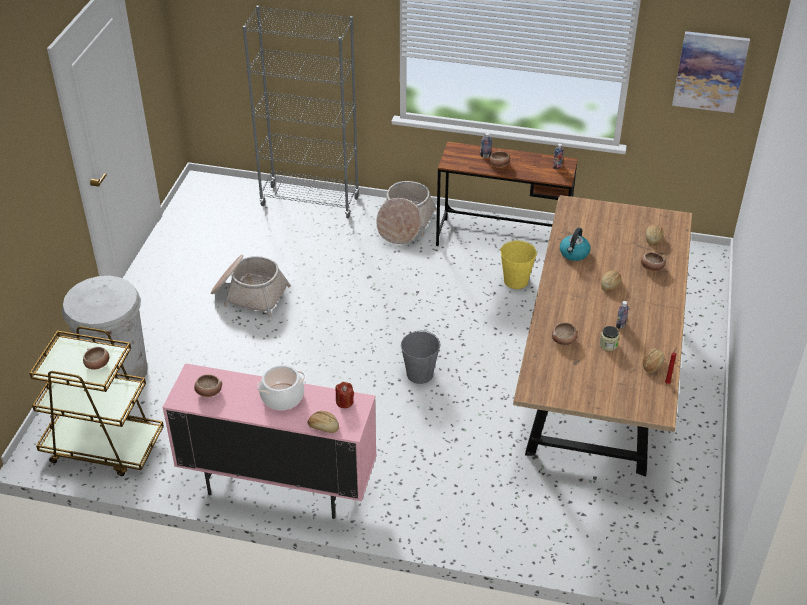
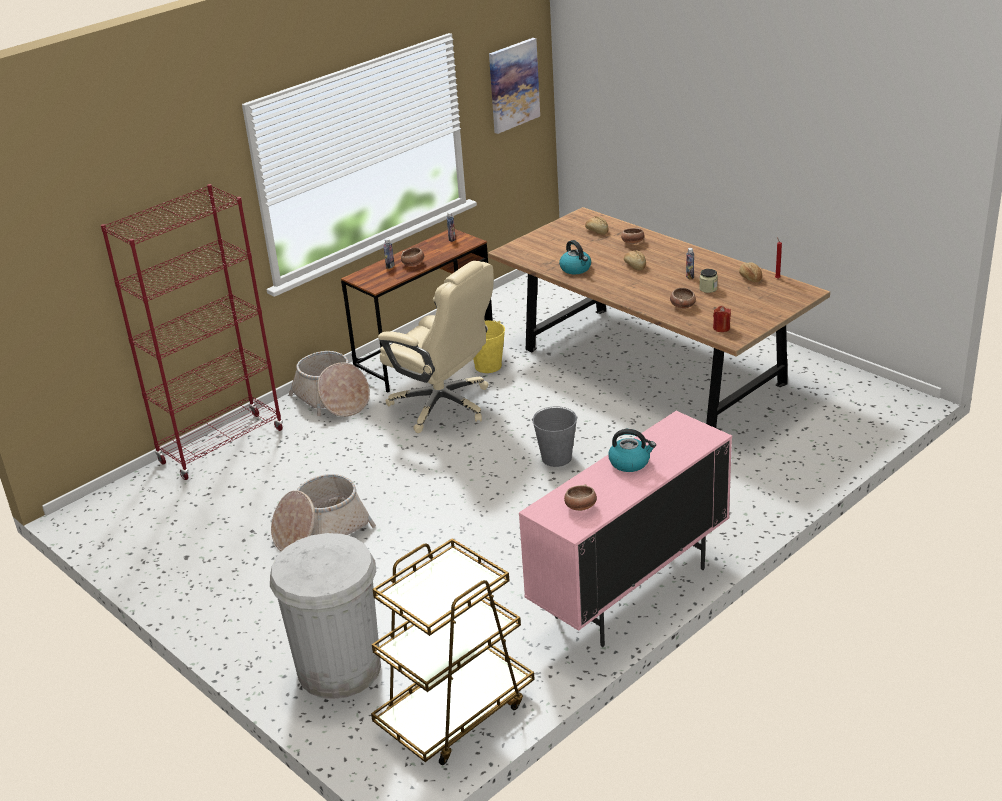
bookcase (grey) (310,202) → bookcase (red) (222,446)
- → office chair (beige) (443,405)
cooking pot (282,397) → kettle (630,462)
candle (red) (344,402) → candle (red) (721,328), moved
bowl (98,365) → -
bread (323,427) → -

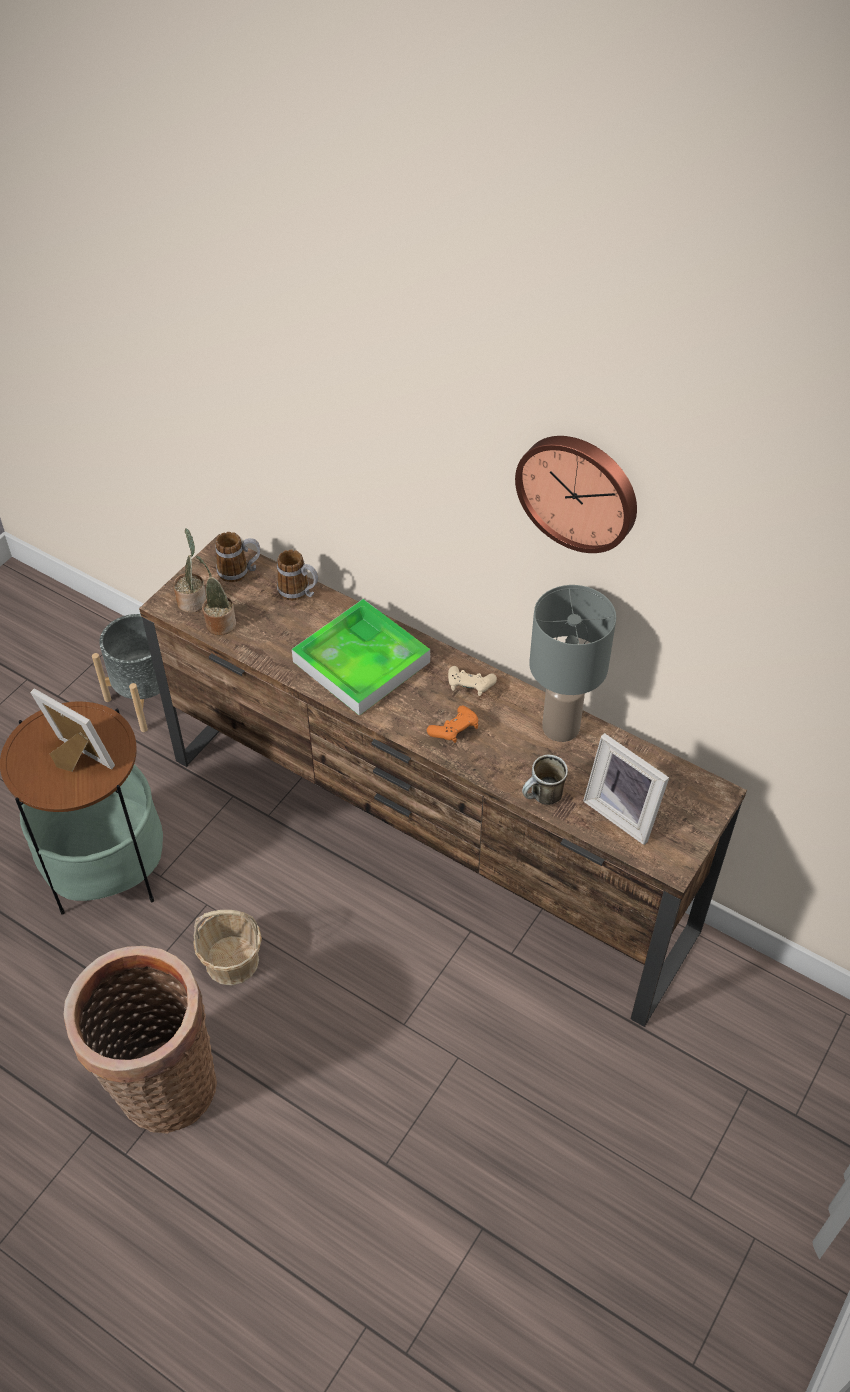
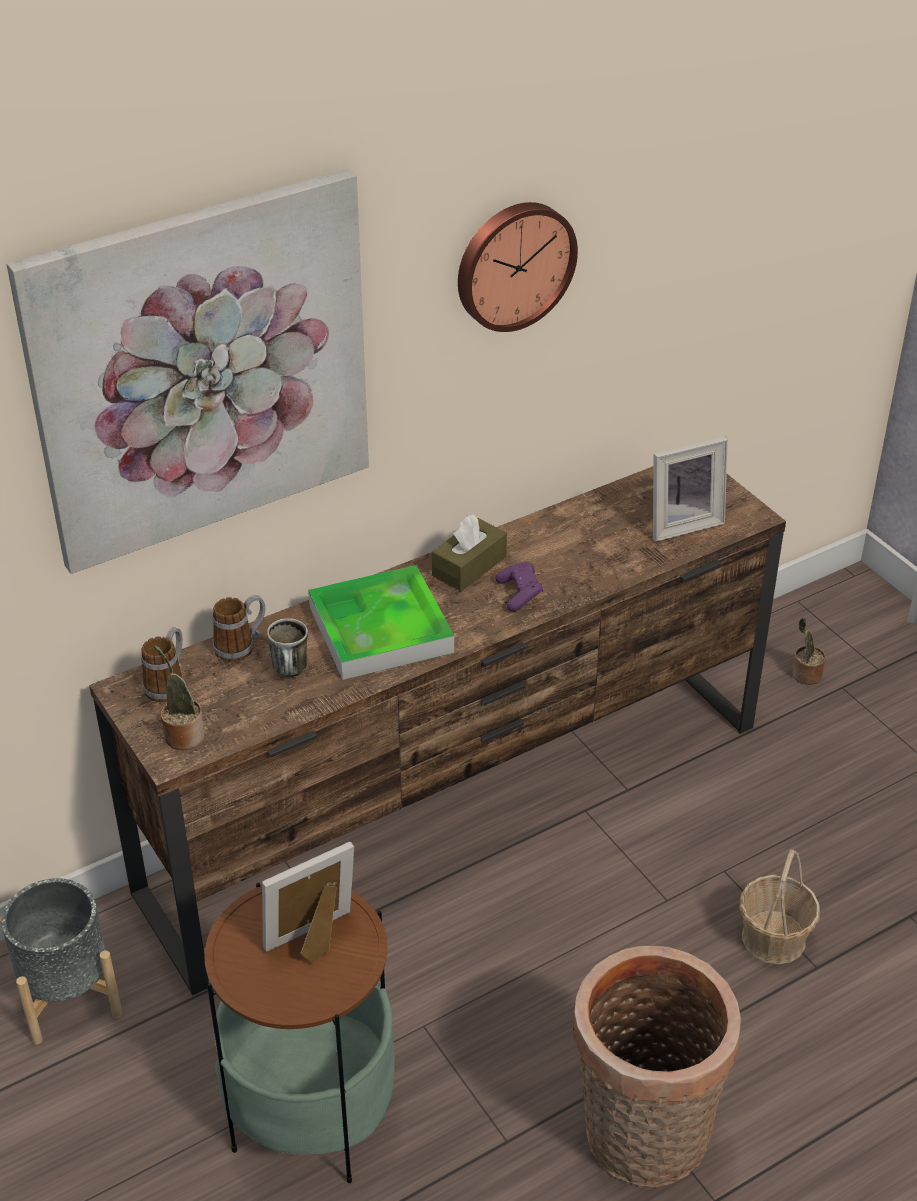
- → picture (202,371)
mug (542,798) → mug (292,672), moved
game controller (beige) (469,687) → tissue box (brown) (469,566)
game controller (orange) (454,731) → game controller (purple) (519,594)
basket (231,960) → basket (773,938), moved
potted plant (219,623) → potted plant (805,675), moved
table lamp (grey) (560,728) → -

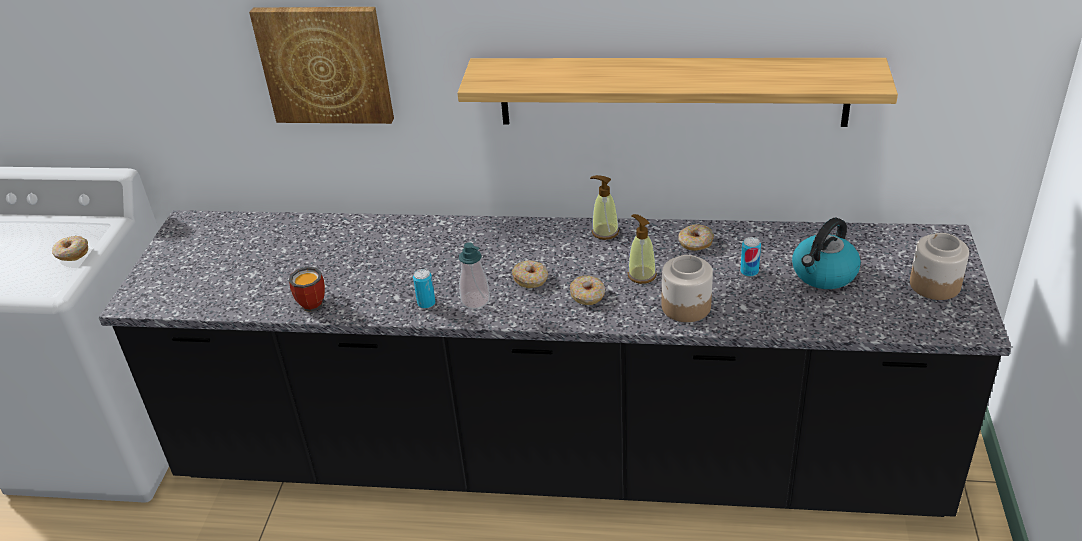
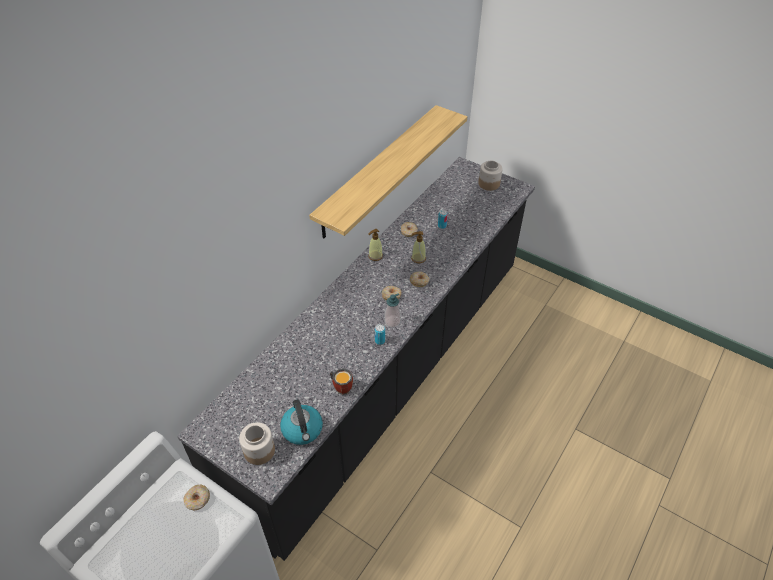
jar (686,307) → jar (260,450), moved
kettle (823,274) → kettle (303,430), moved
picture (325,64) → -

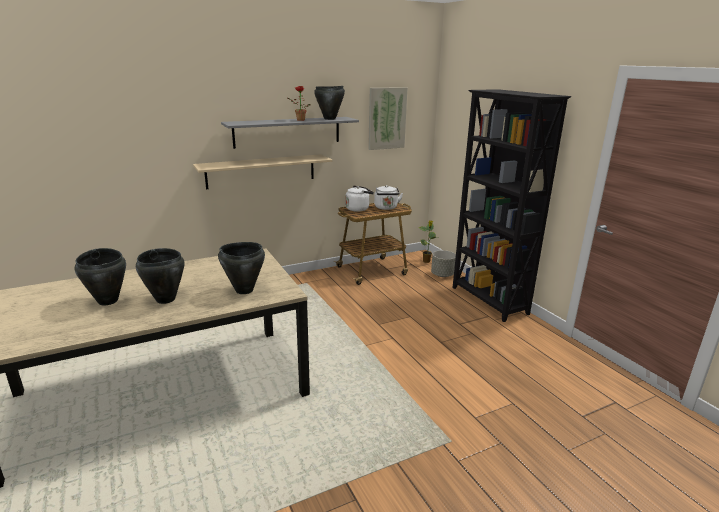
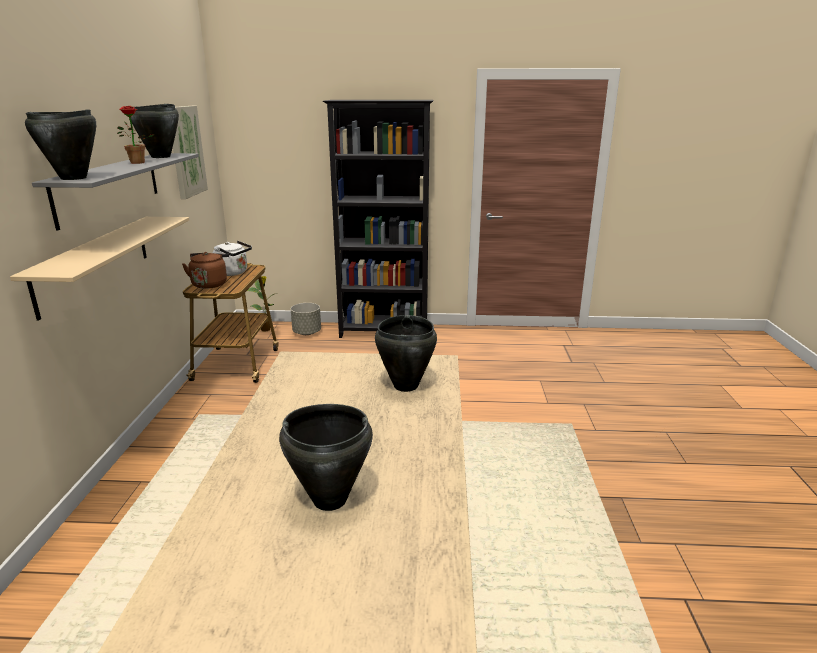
cooking pot (black) (165,299) → cooking pot (black) (74,178), moved
kettle (white) (358,209) → kettle (brown) (210,284)

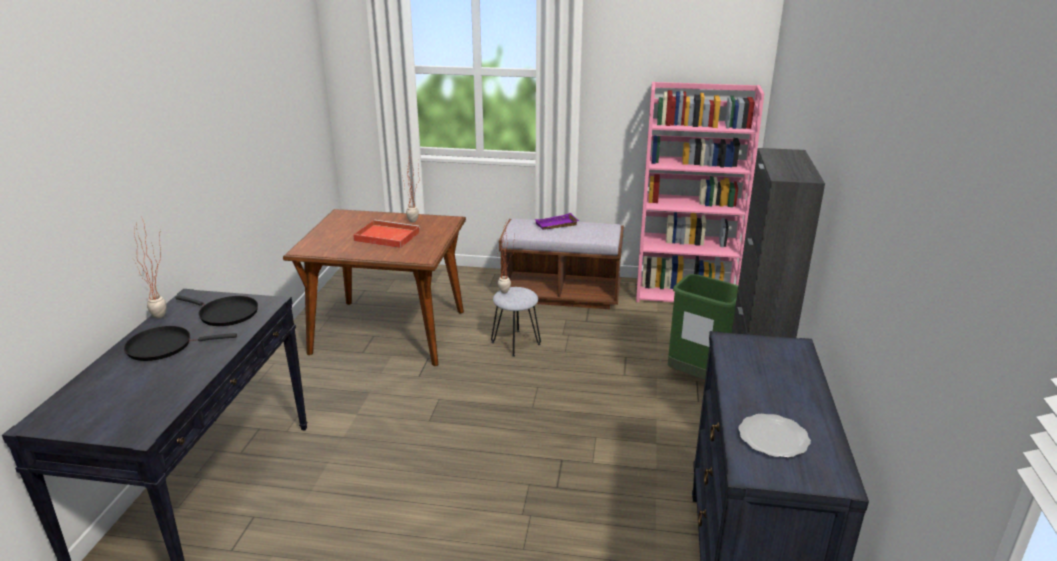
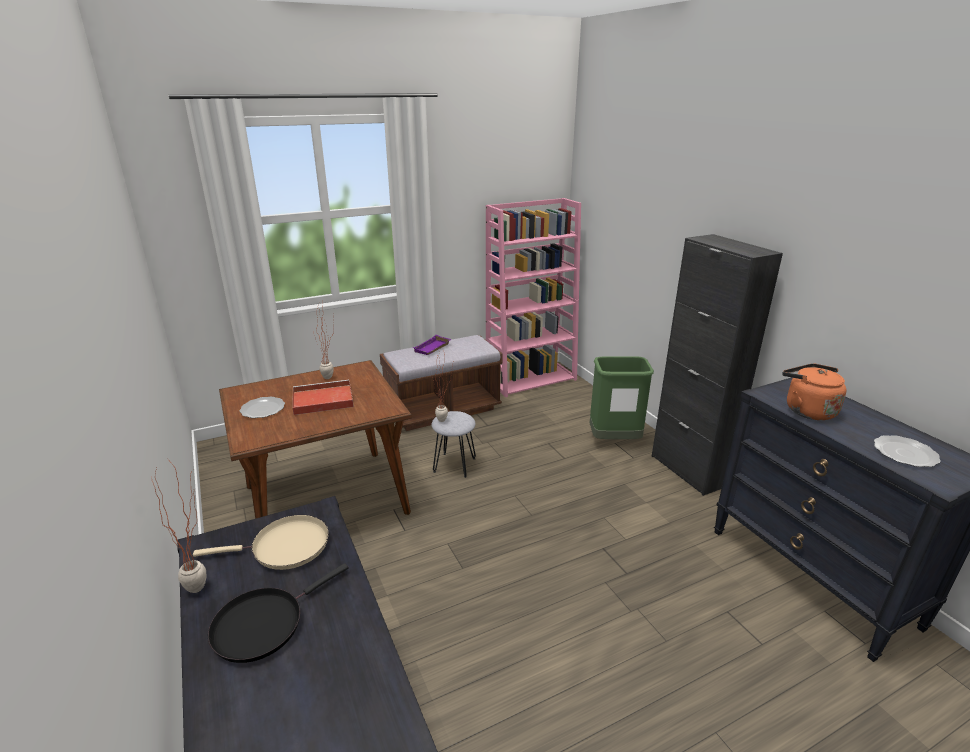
frying pan (black) (225,314) → frying pan (beige) (285,547)
- → plate (263,409)
- → kettle (orange) (806,410)

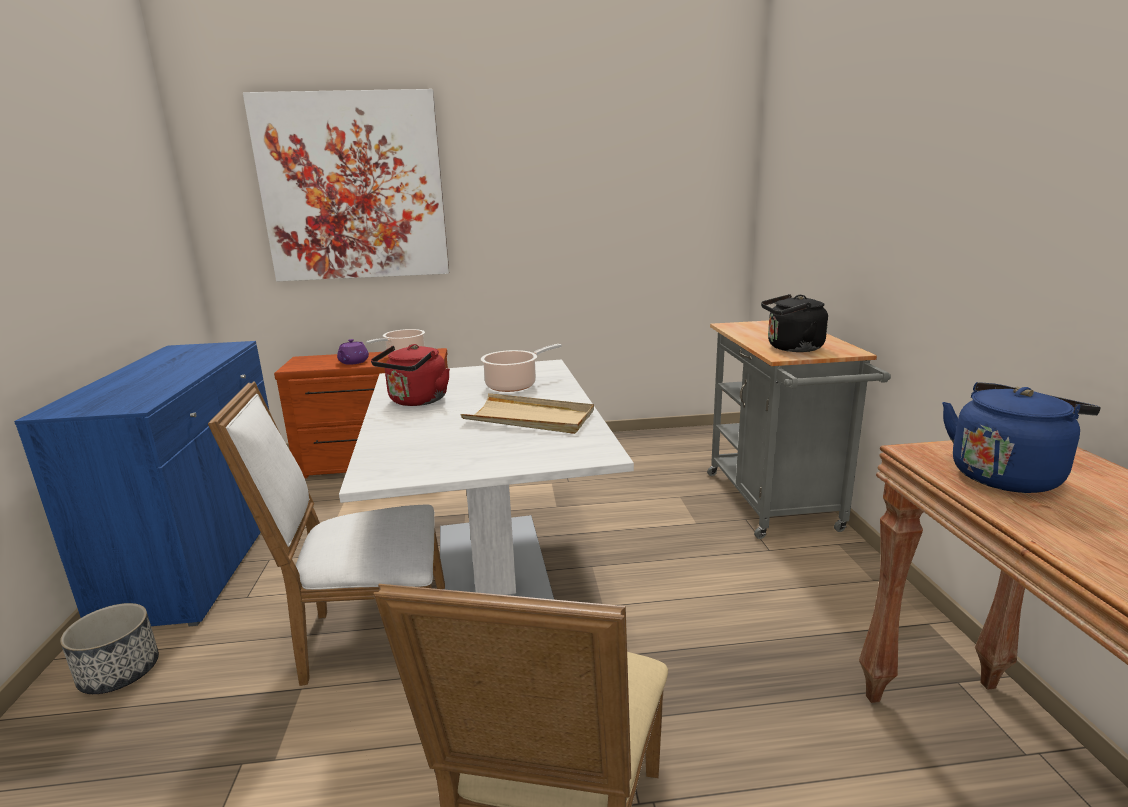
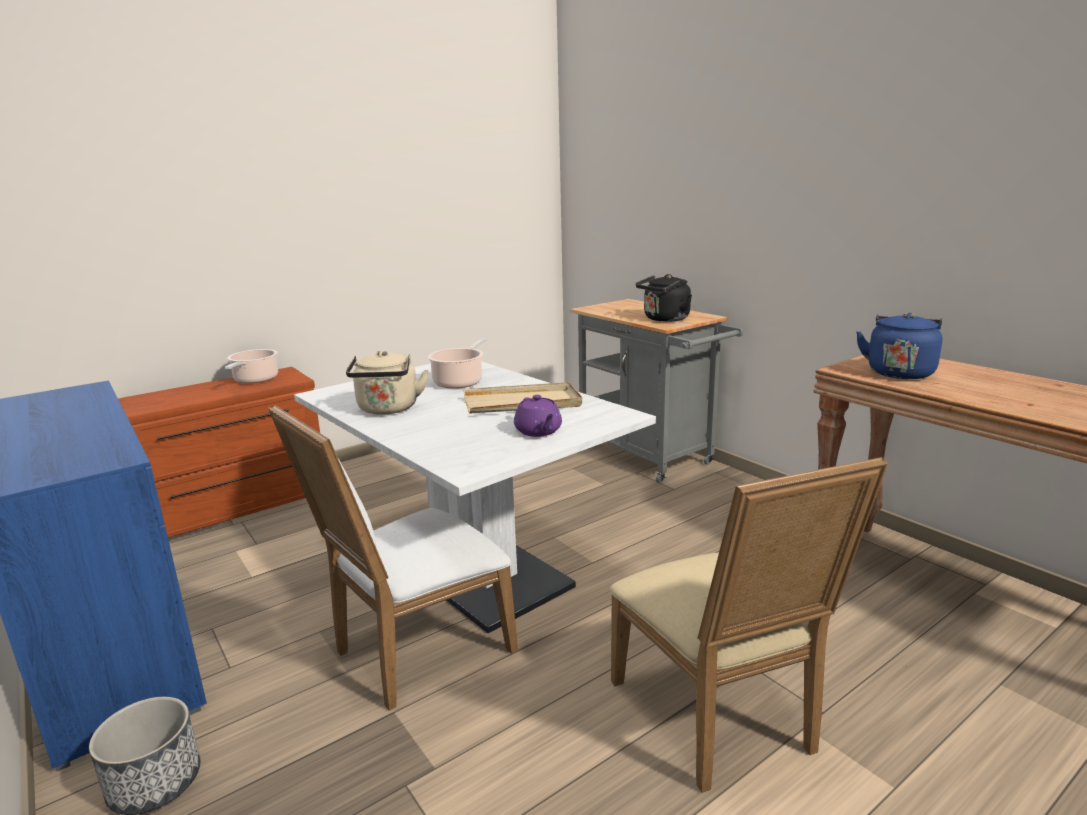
kettle (red) (416,401) → kettle (beige) (388,409)
teapot (purple) (353,362) → teapot (purple) (538,431), moved
picture (353,188) → -

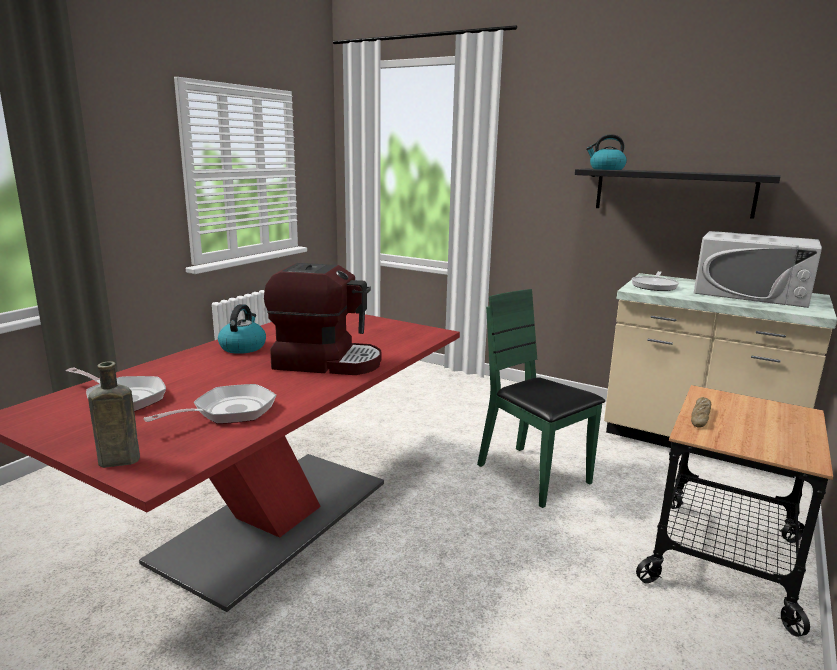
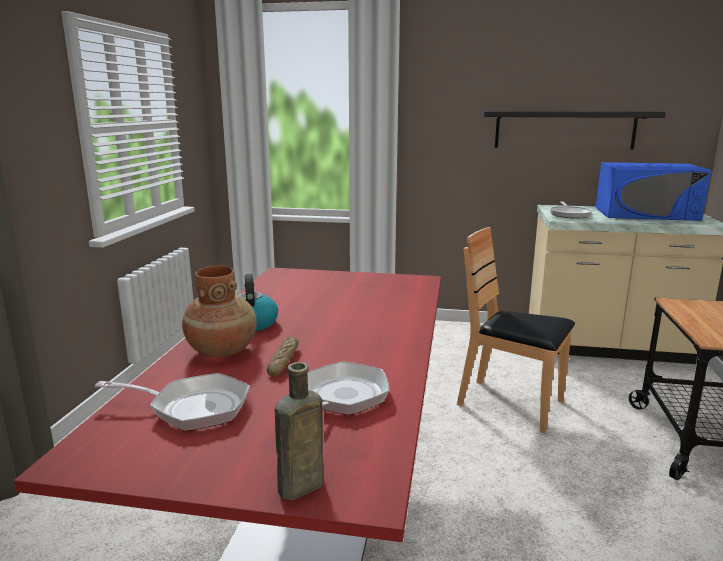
- → vase (brown) (222,350)
bread (700,417) → bread (283,361), moved
chair (green) (533,475) → chair (brown) (511,404)
microwave (white) (750,294) → microwave (blue) (646,214)
coffee machine (326,362) → -
kettle (606,169) → -

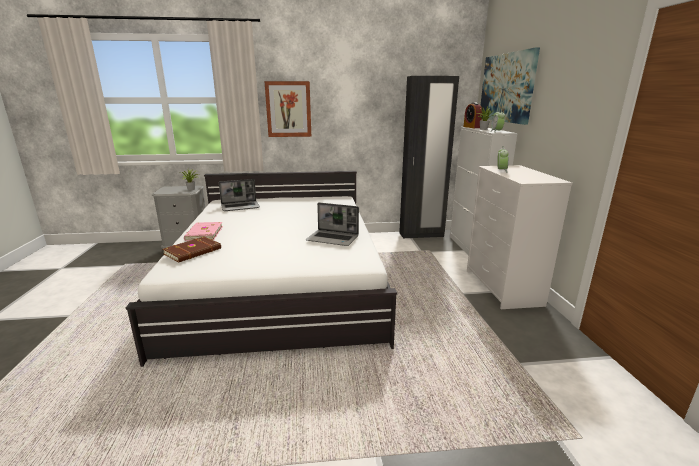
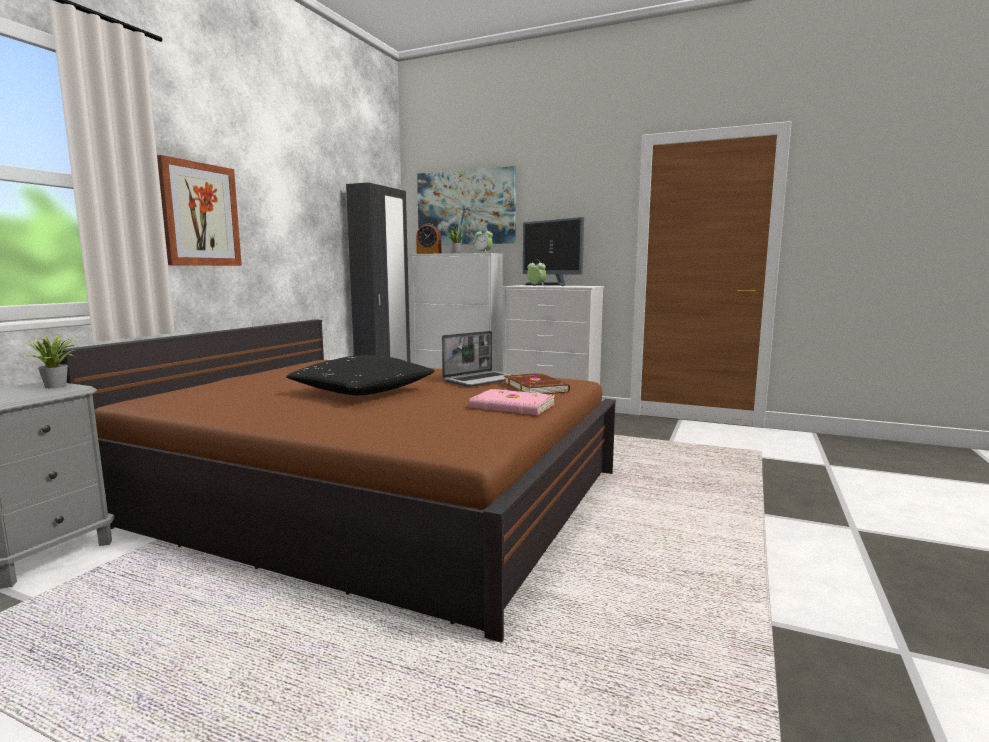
bed (white) (281,282) → bed (brown) (374,495)
- → pillow (black) (362,391)
book (pink) (203,233) → book (pink) (512,406), moved
book (brown) (193,251) → book (brown) (536,387), moved
- → monitor (552,285)
laptop (241,207) → -

